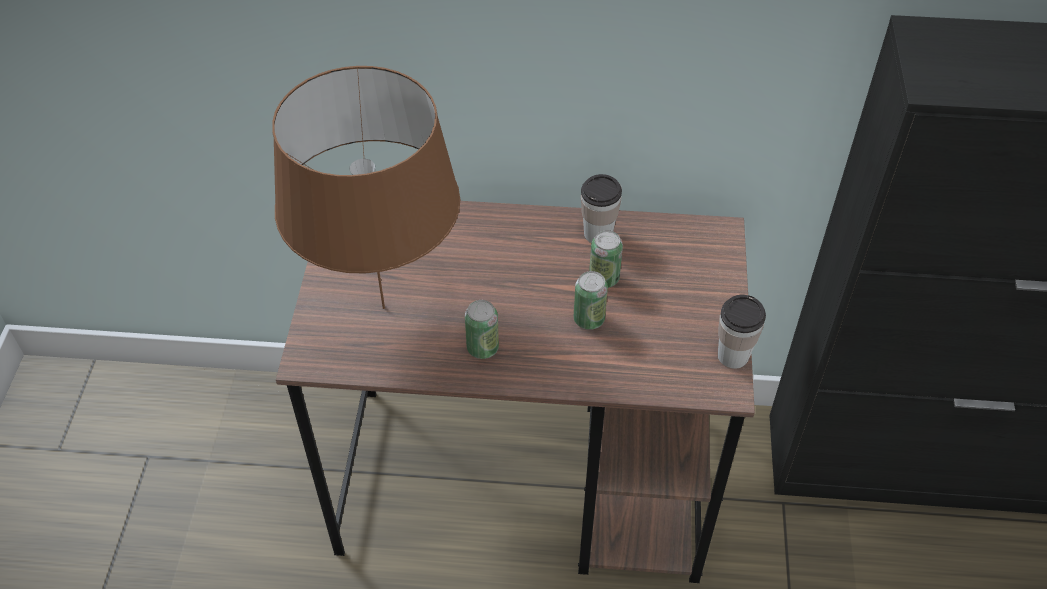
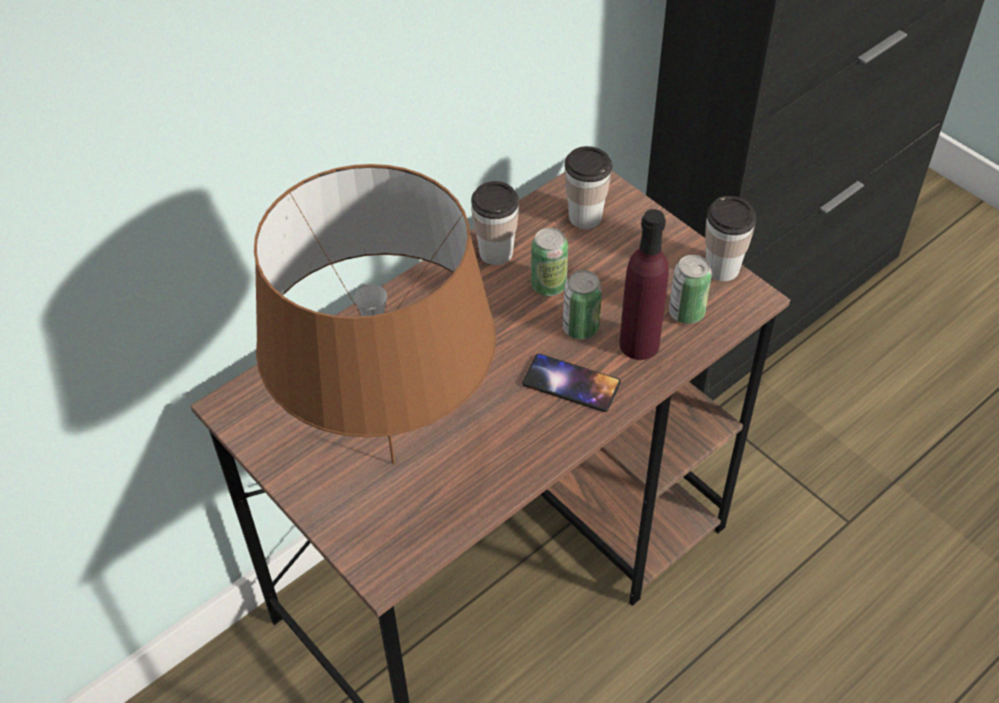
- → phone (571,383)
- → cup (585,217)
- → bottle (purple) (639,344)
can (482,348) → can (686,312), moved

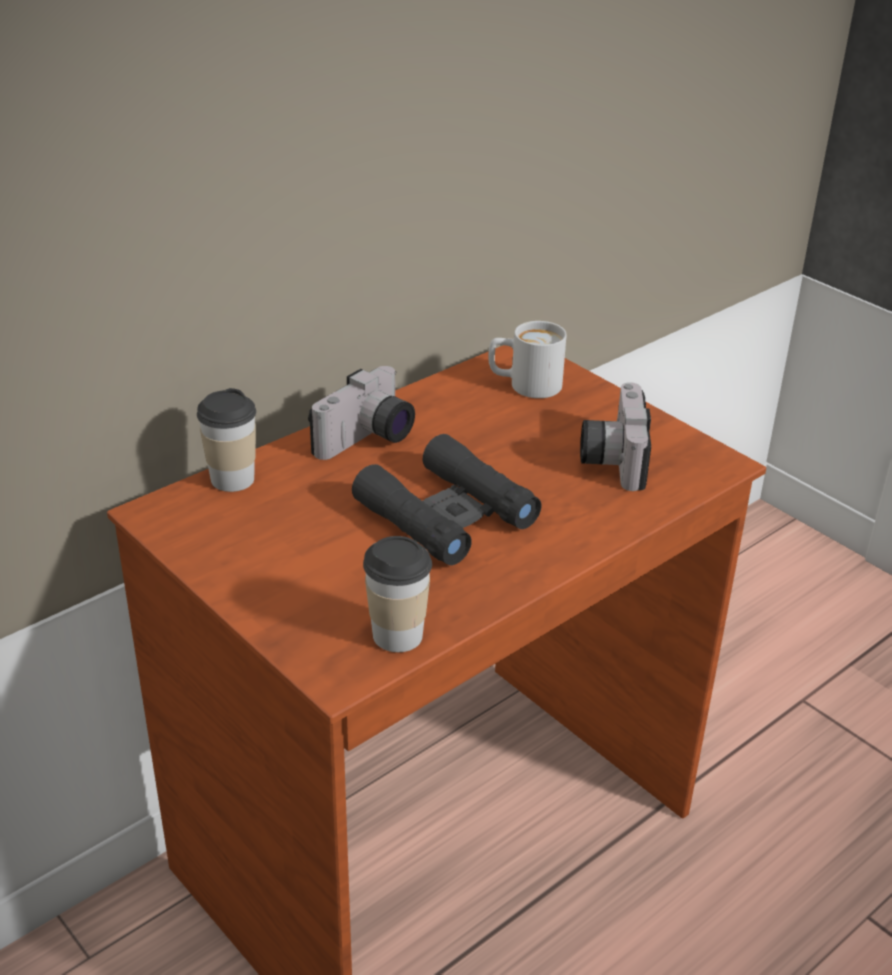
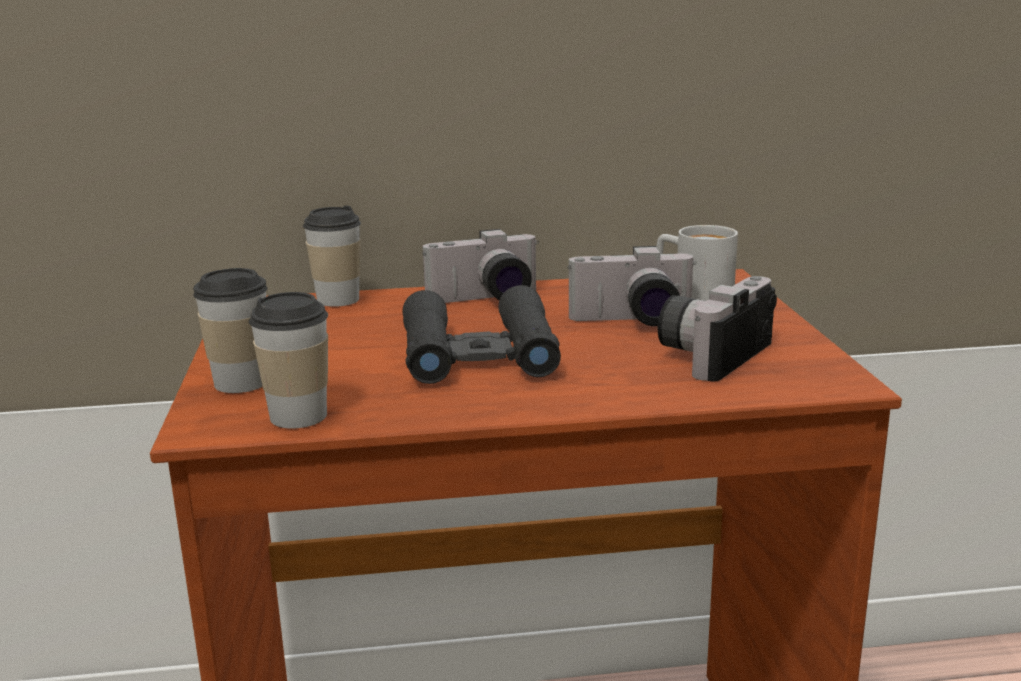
- → cup (241,382)
- → photo camera (633,321)

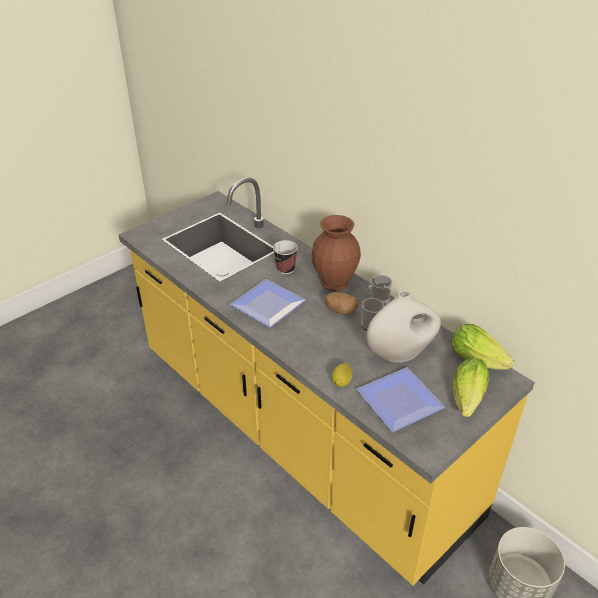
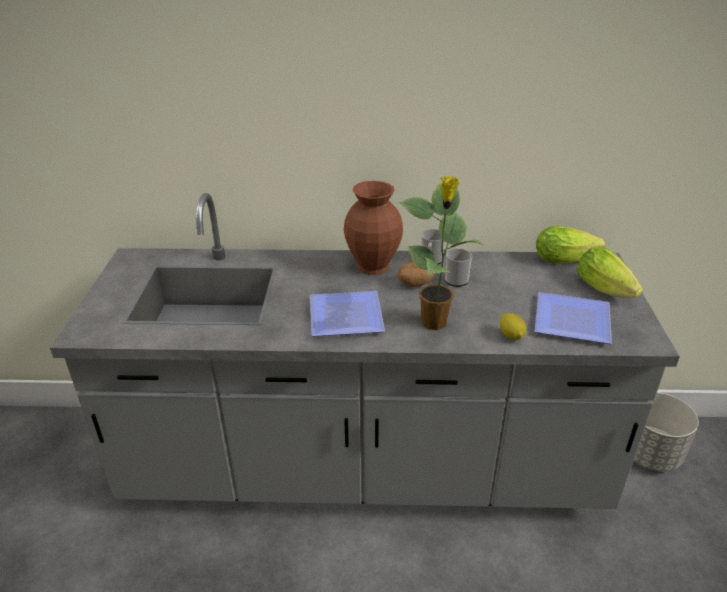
counter (yellow) (299,432) → counter (grey) (364,469)
- → potted plant (435,323)
cup (285,269) → -
vase (white) (400,353) → -

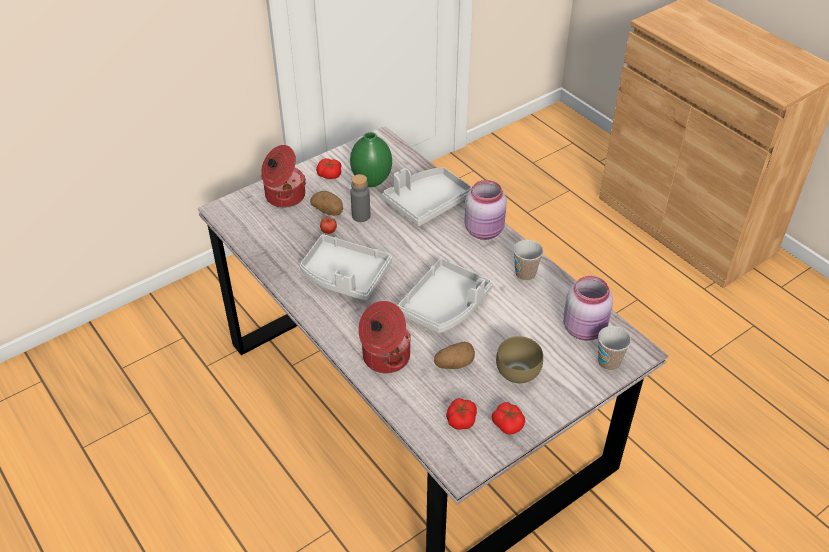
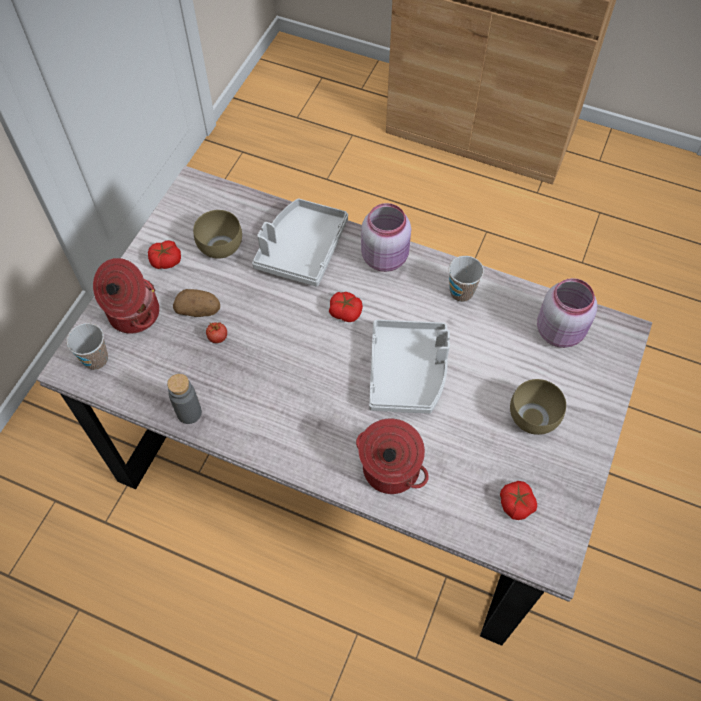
cup (609,362) → cup (96,359), moved
bottle (grey) (361,216) → bottle (grey) (189,413), moved
vase (green) (372,182) → bowl (brown) (221,249)
tomato (508,424) → tomato (345,312), moved
tray (grey) (345,276) → -
potato (454,364) → -

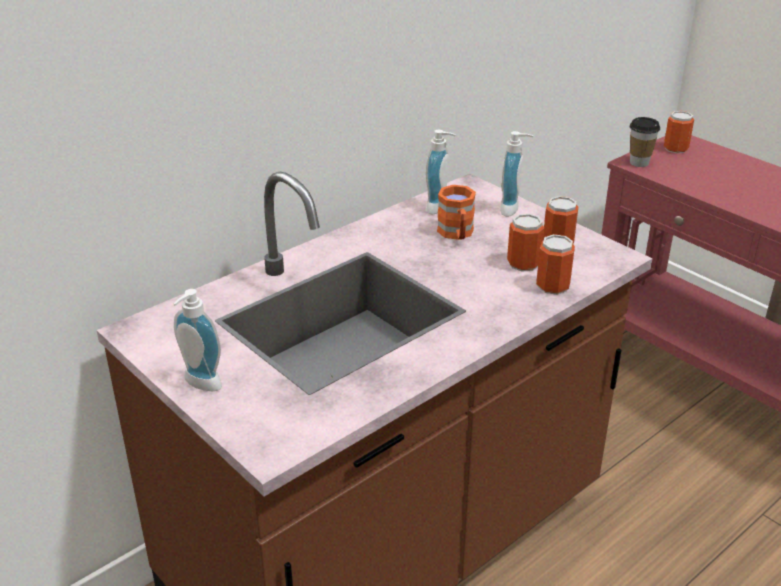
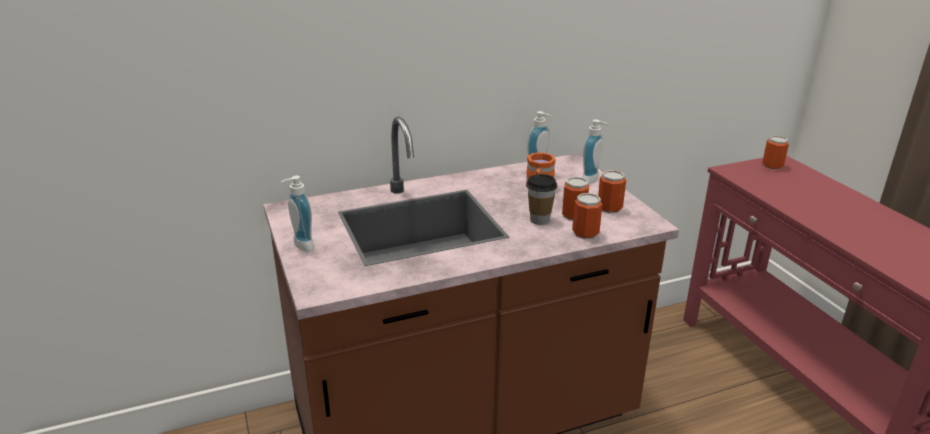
cup (639,163) → cup (539,220), moved

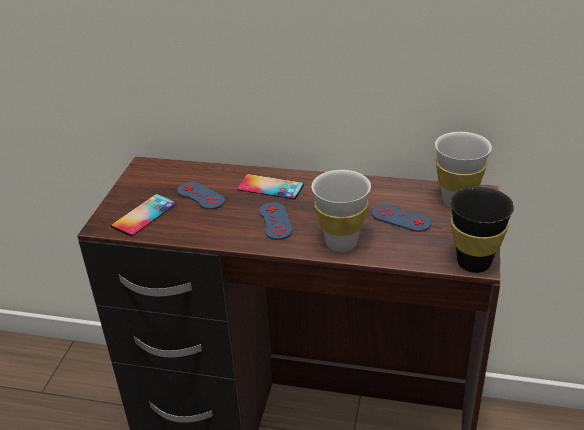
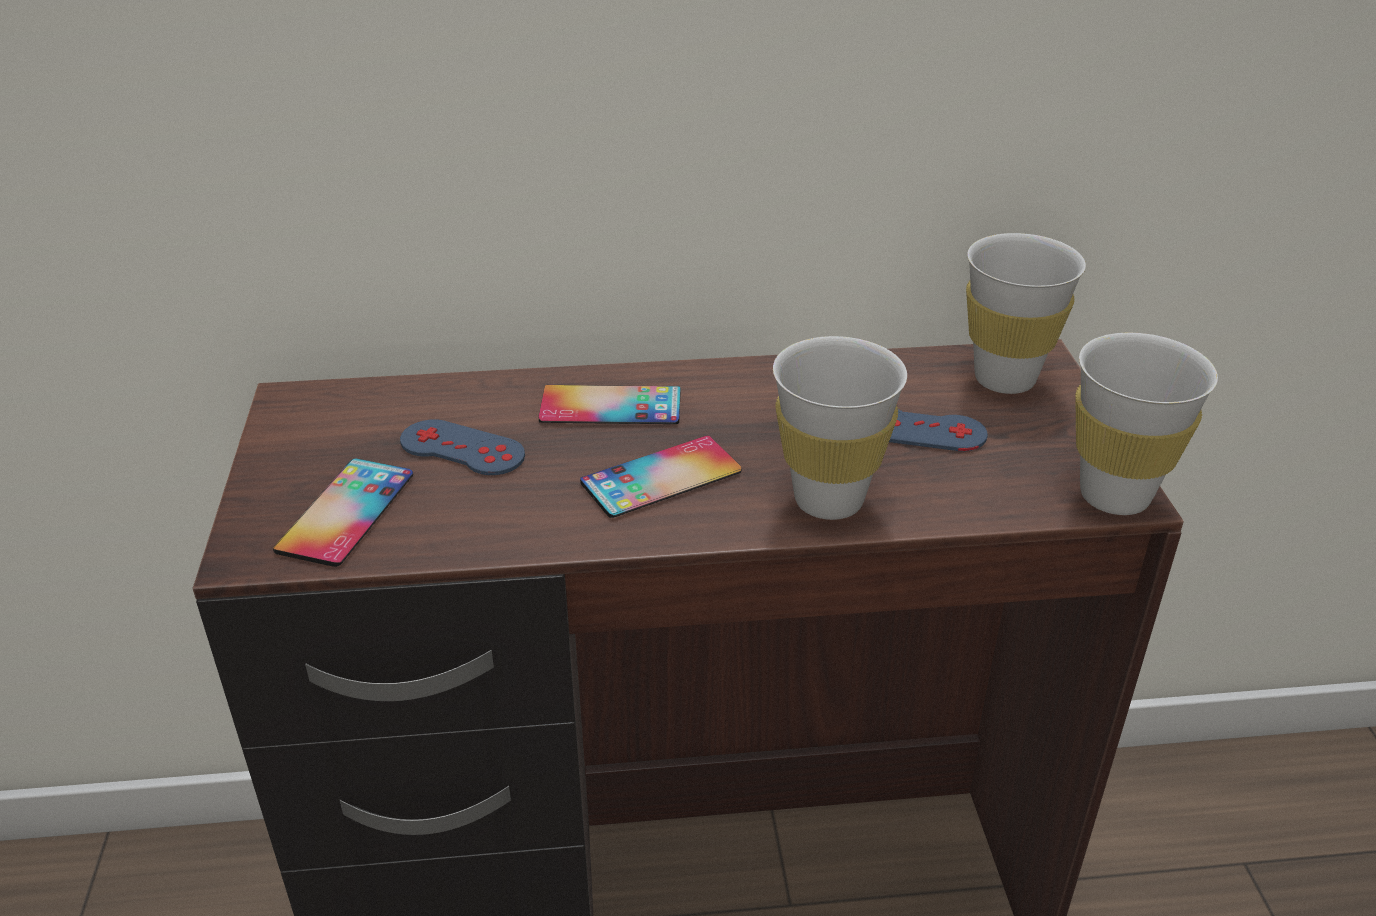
game controller (blue) (275,221) → phone (661,477)
cup (black) (473,263) → cup (white) (1114,495)

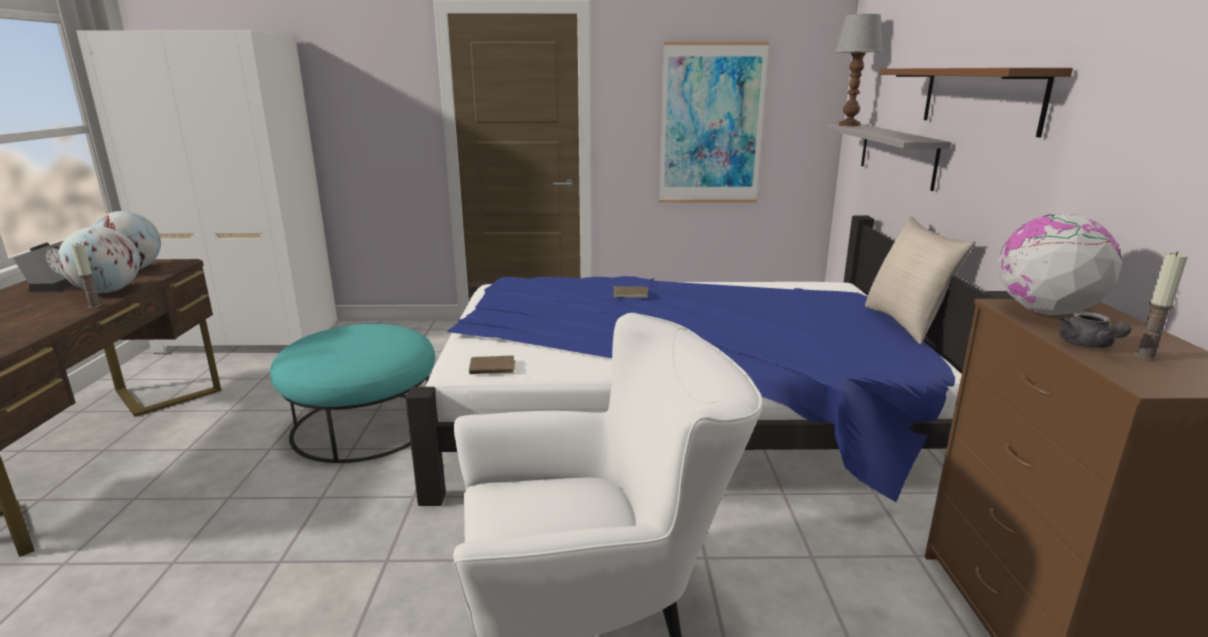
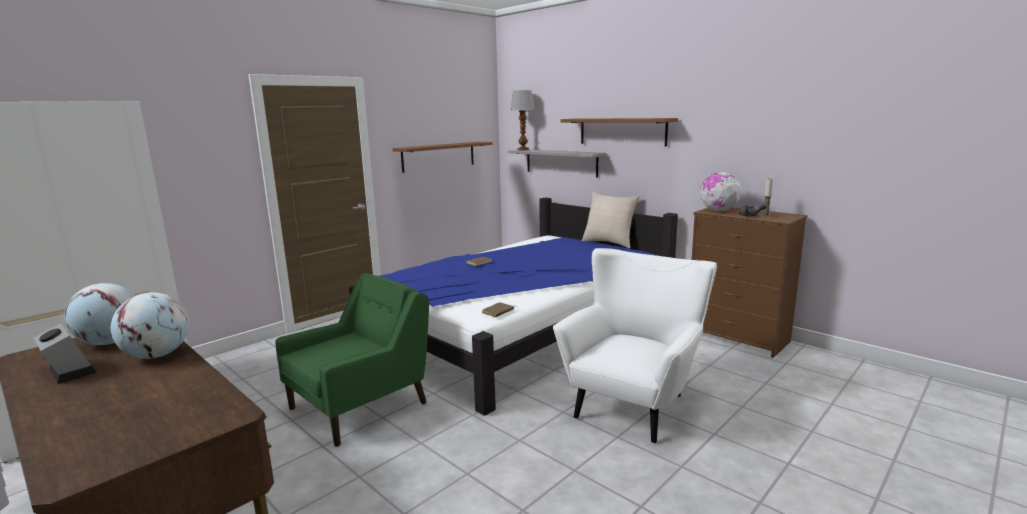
ottoman (turquoise) (364,425) → armchair (green) (361,405)
picture (711,125) → shelf (brown) (439,156)
candle (94,306) → -

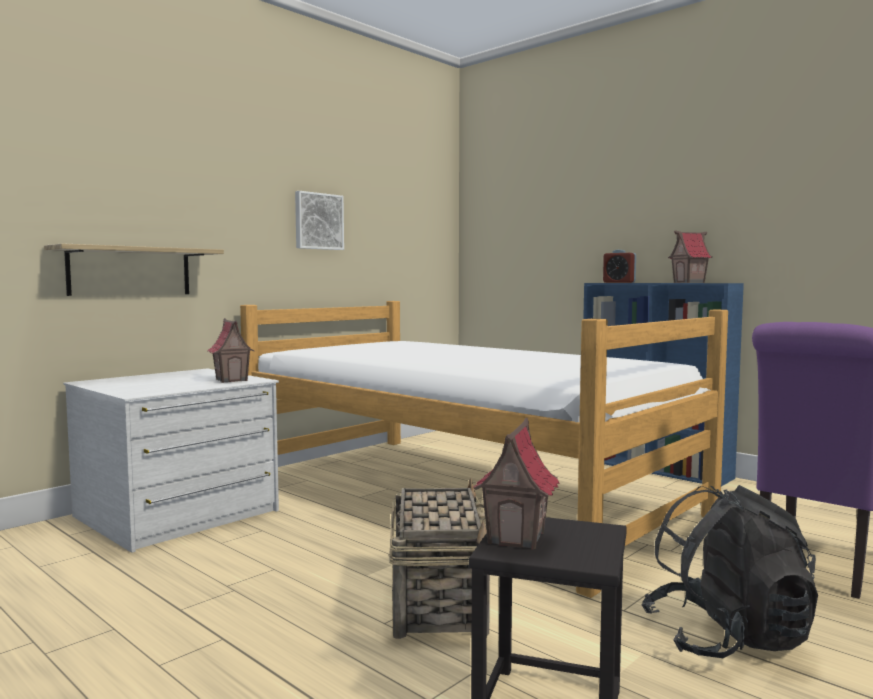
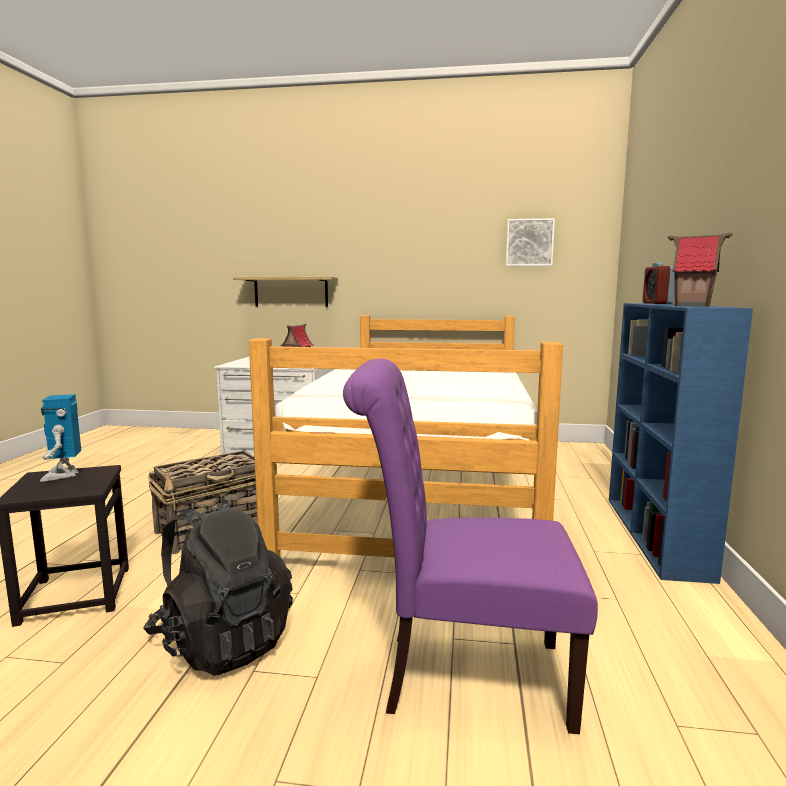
toy house (517,538) → toy robot (63,475)
picture (318,221) → picture (529,242), moved

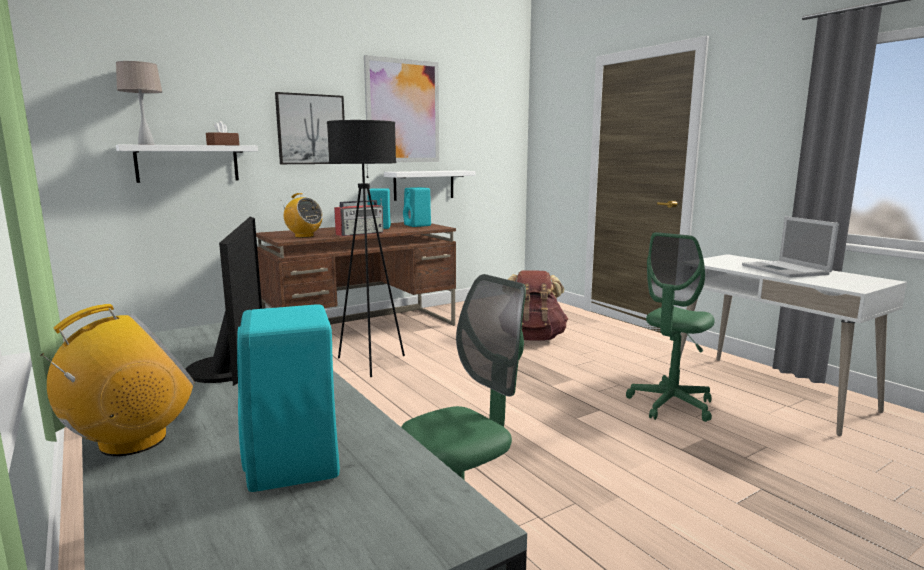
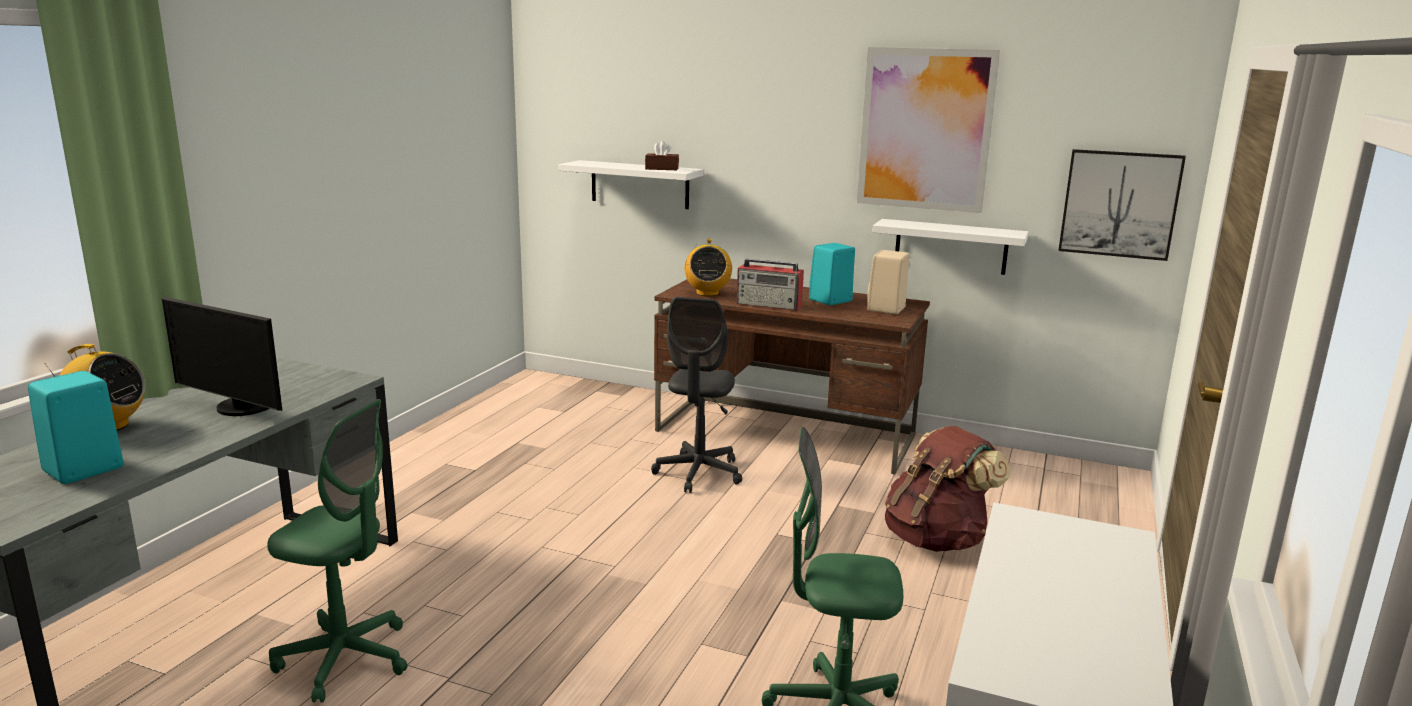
monitor (234,368) → monitor (240,408), 75 degrees clockwise
floor lamp (black) (370,363) → office chair (grey) (698,473)
speaker (turquoise) (418,225) → speaker (beige) (886,309)
picture (311,129) → picture (1119,204), moved
table lamp (beige) (146,144) → -
laptop (786,270) → -

